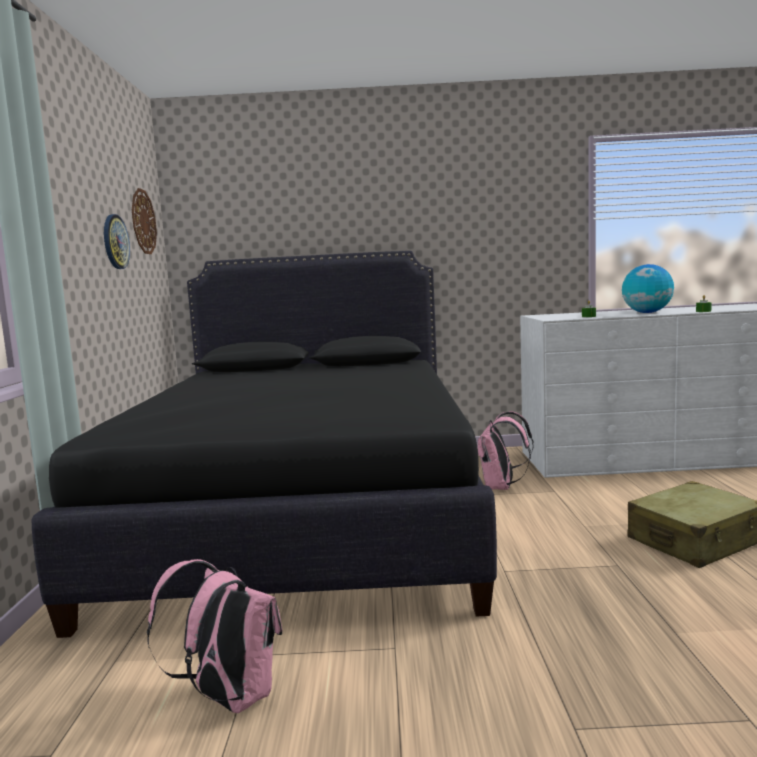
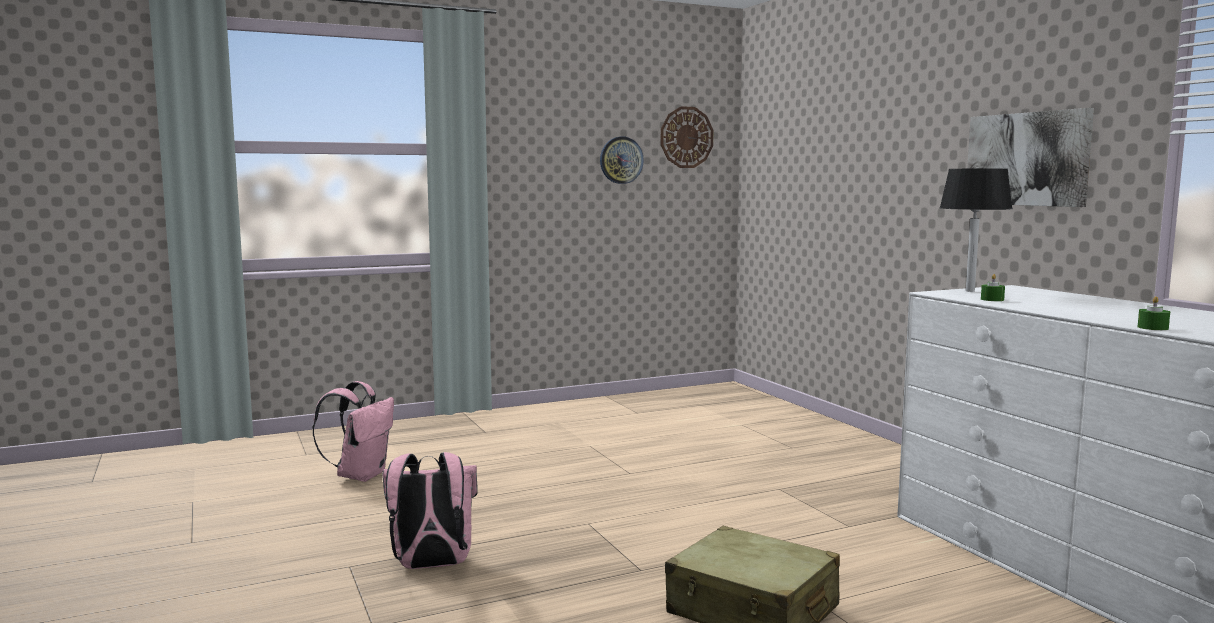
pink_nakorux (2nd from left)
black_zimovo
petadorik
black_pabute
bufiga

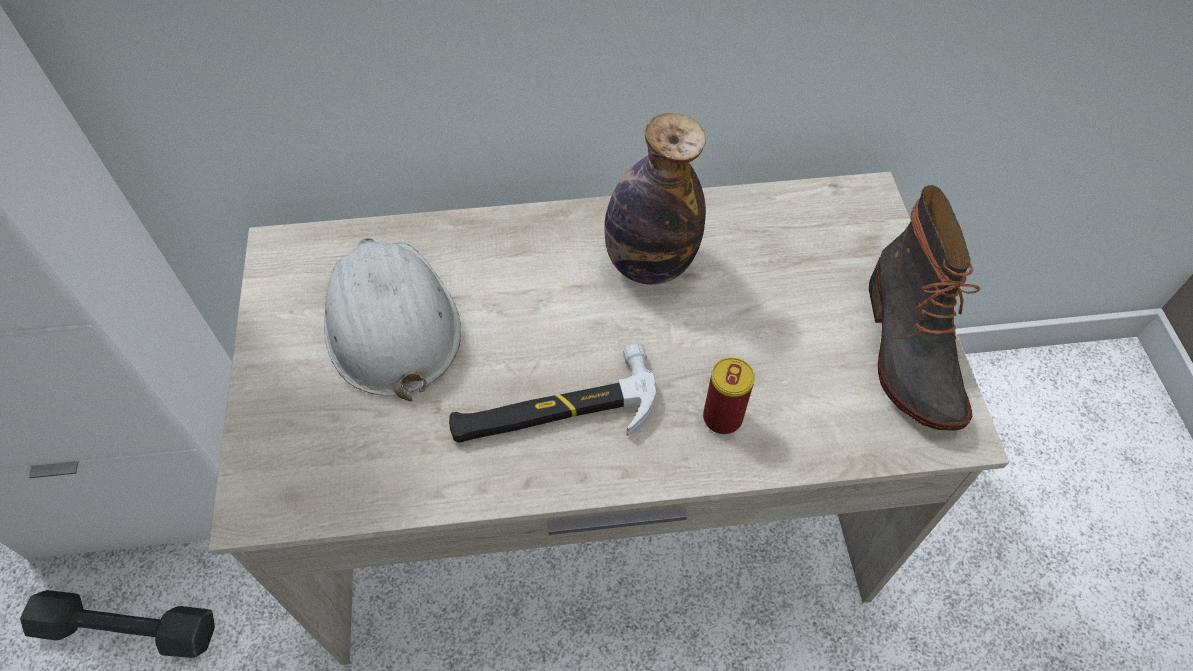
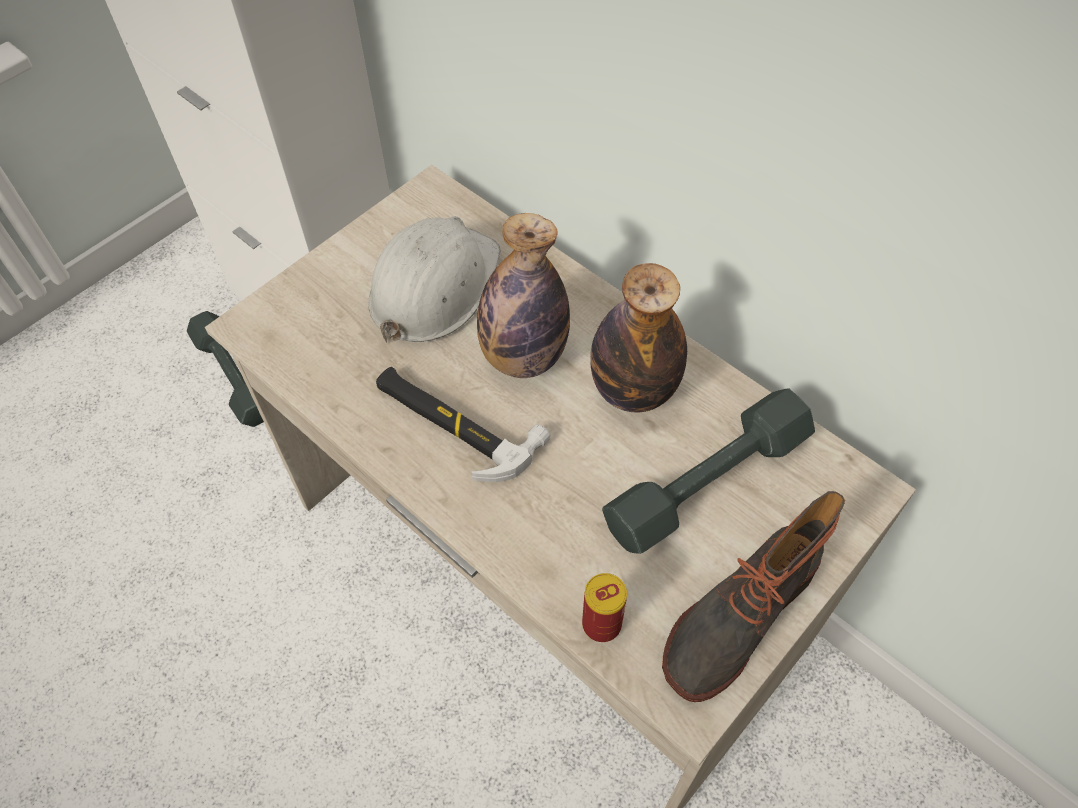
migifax (1st from left)
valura
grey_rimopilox (2nd from left)

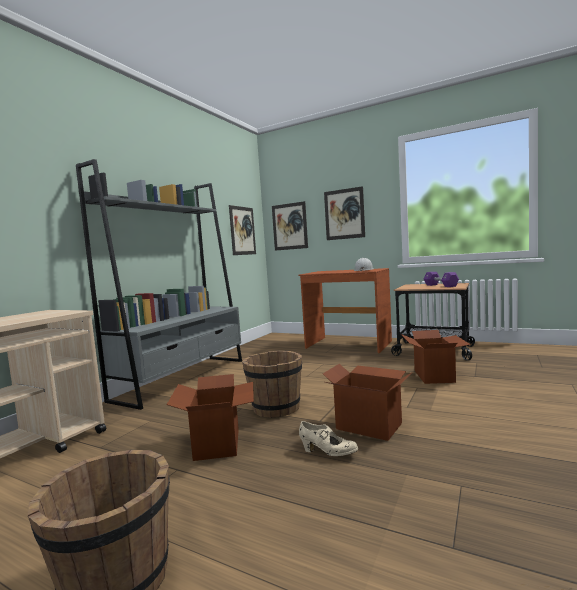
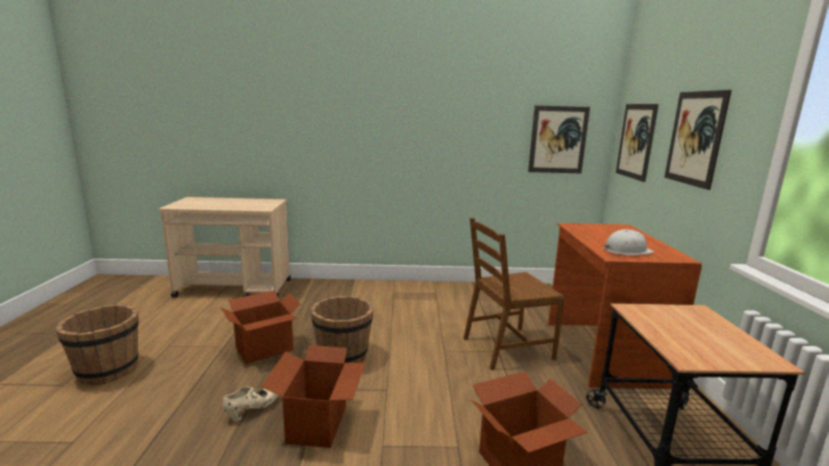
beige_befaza
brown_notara
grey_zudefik
purple_rimopilox

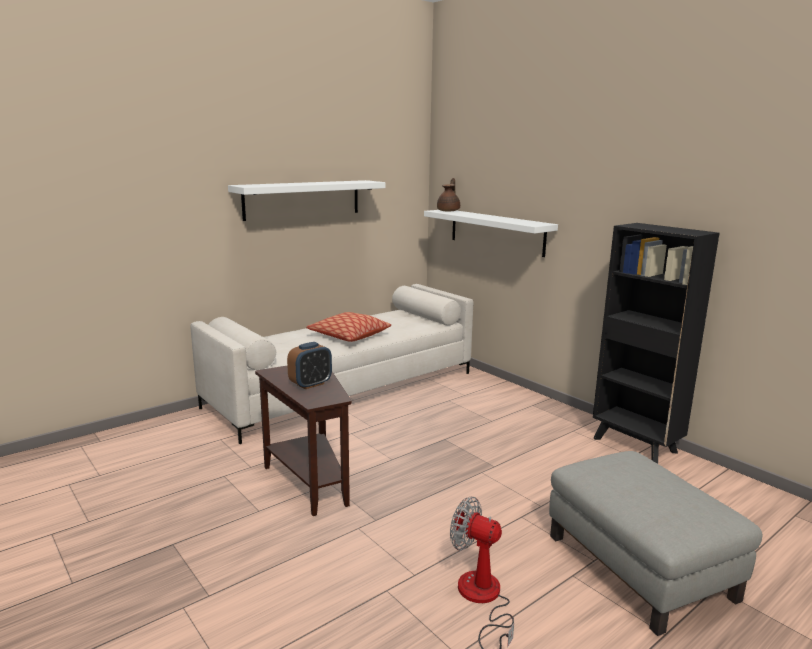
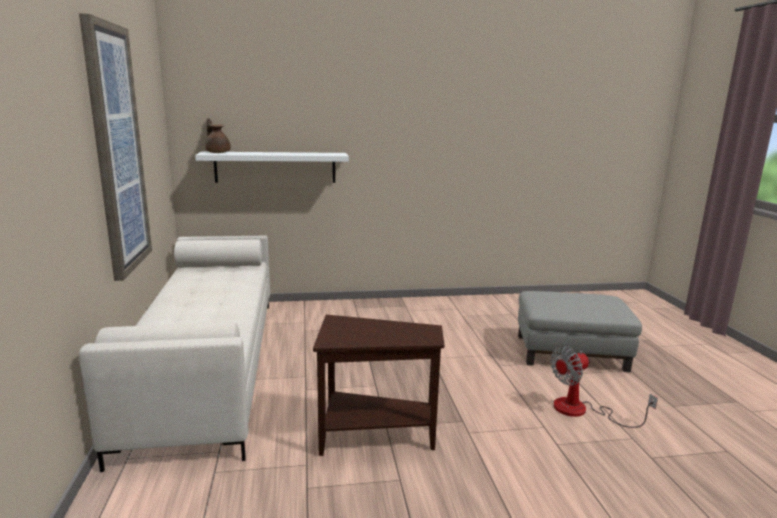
petadorik
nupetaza
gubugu
black_zudefik

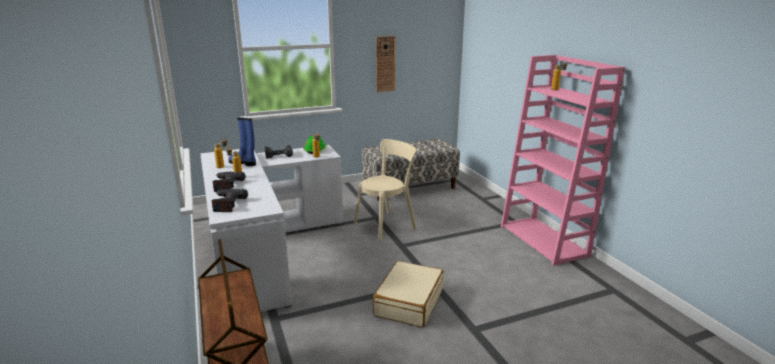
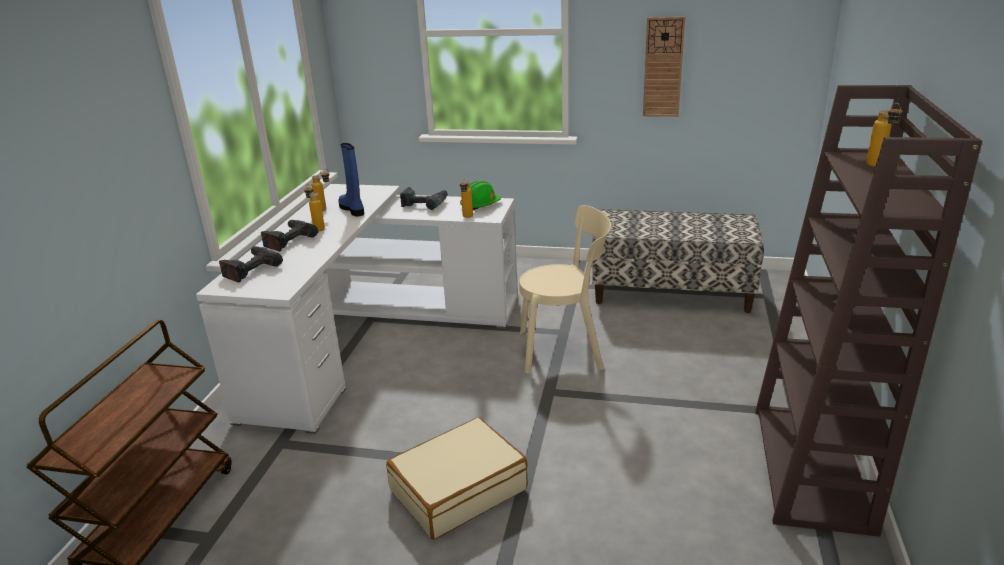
brown_zudefik

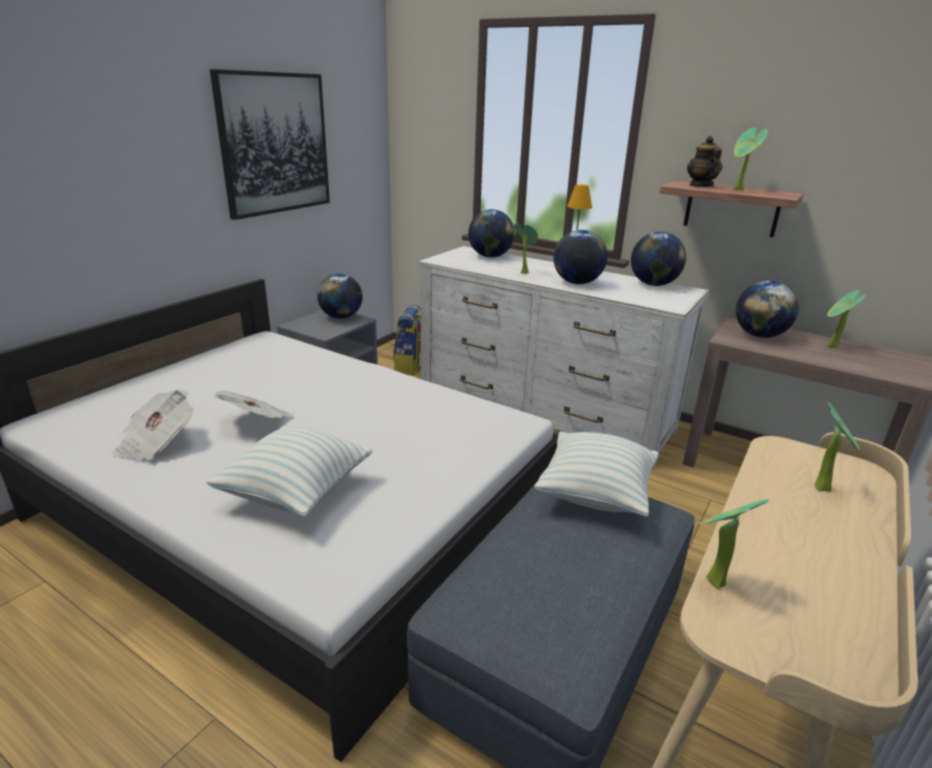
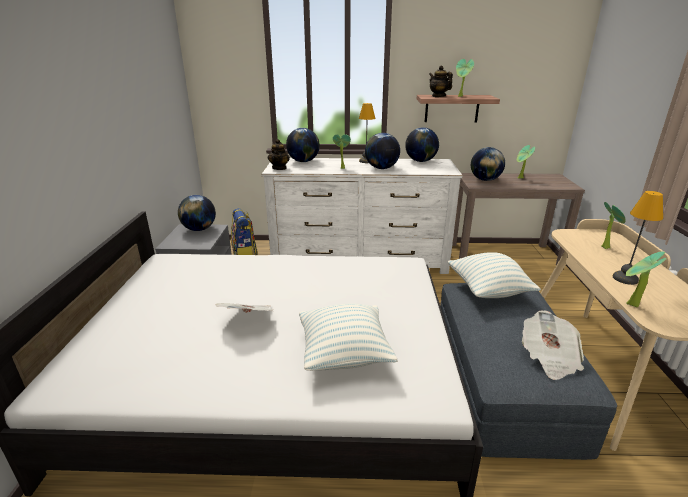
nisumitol (1st from left)
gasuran (2nd from left)
zimovo (2nd from left)
petadorik

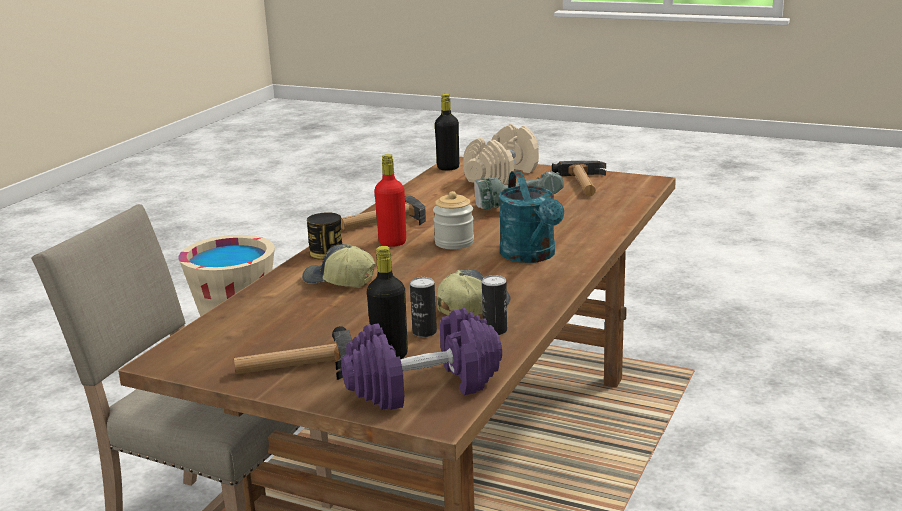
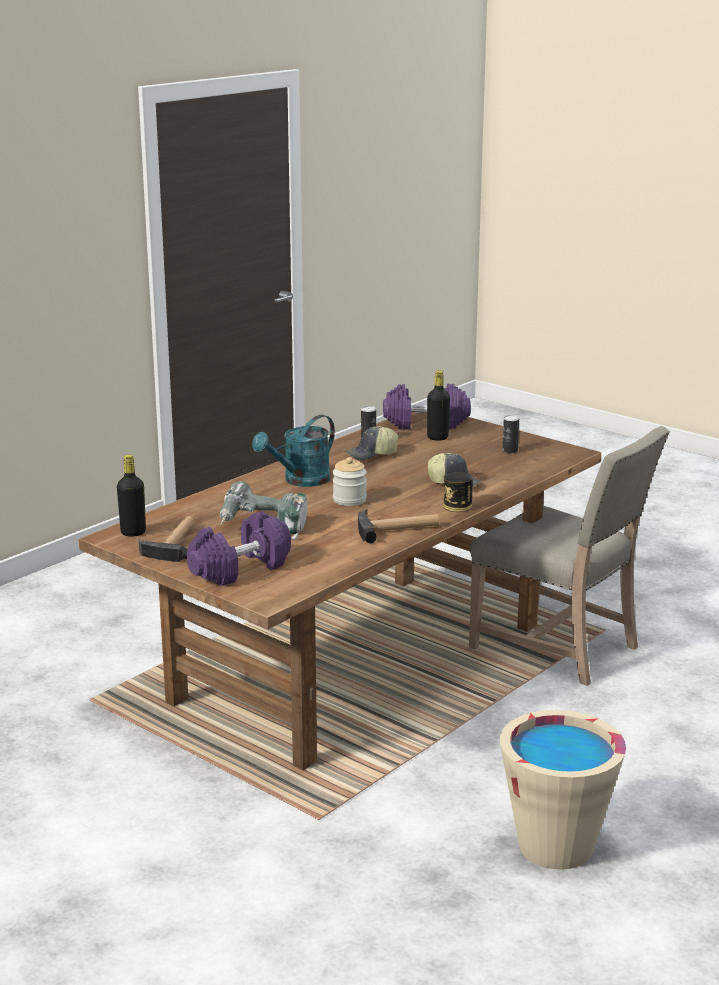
black_migifax (1st from left)
purple_rimopilox (1st from left)
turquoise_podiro
valura (3rd from left)
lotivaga (1st from left in the first image)
red_migifax

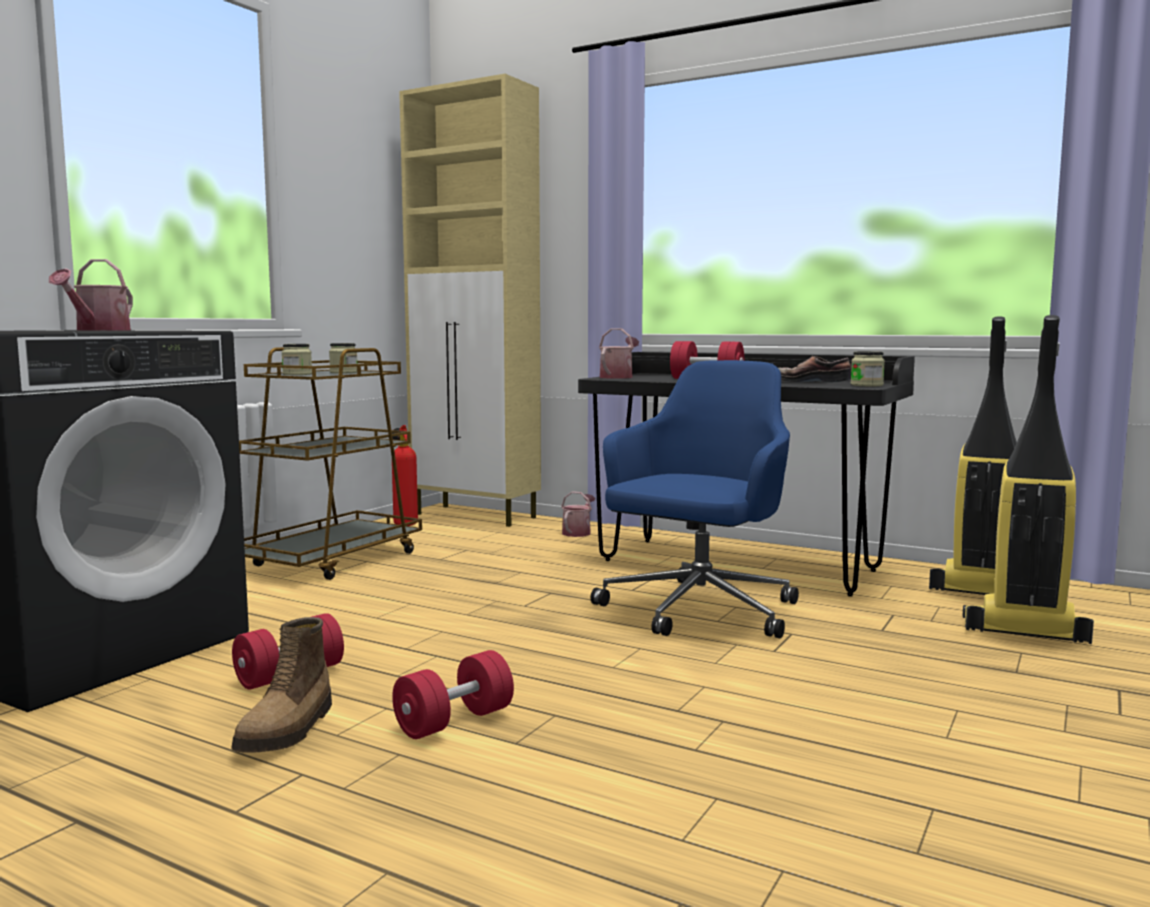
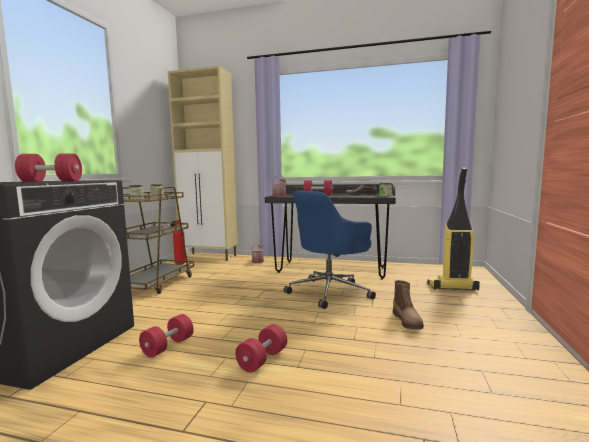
red_rimopilox (1st from left)
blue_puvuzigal
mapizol
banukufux (1st from left in the first image)

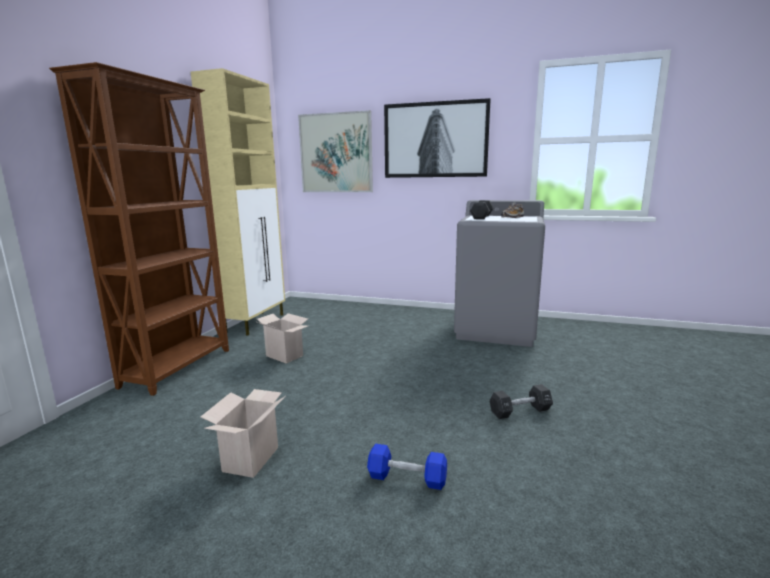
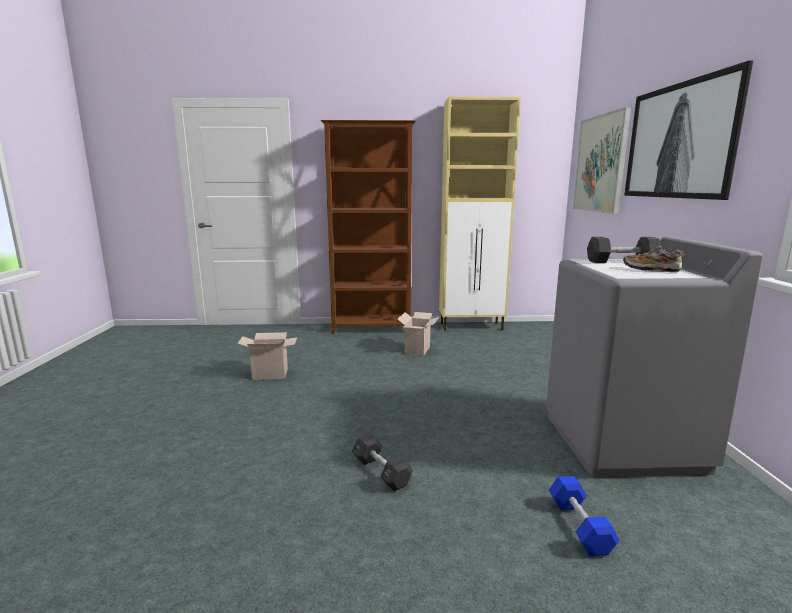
blue_rimopilox

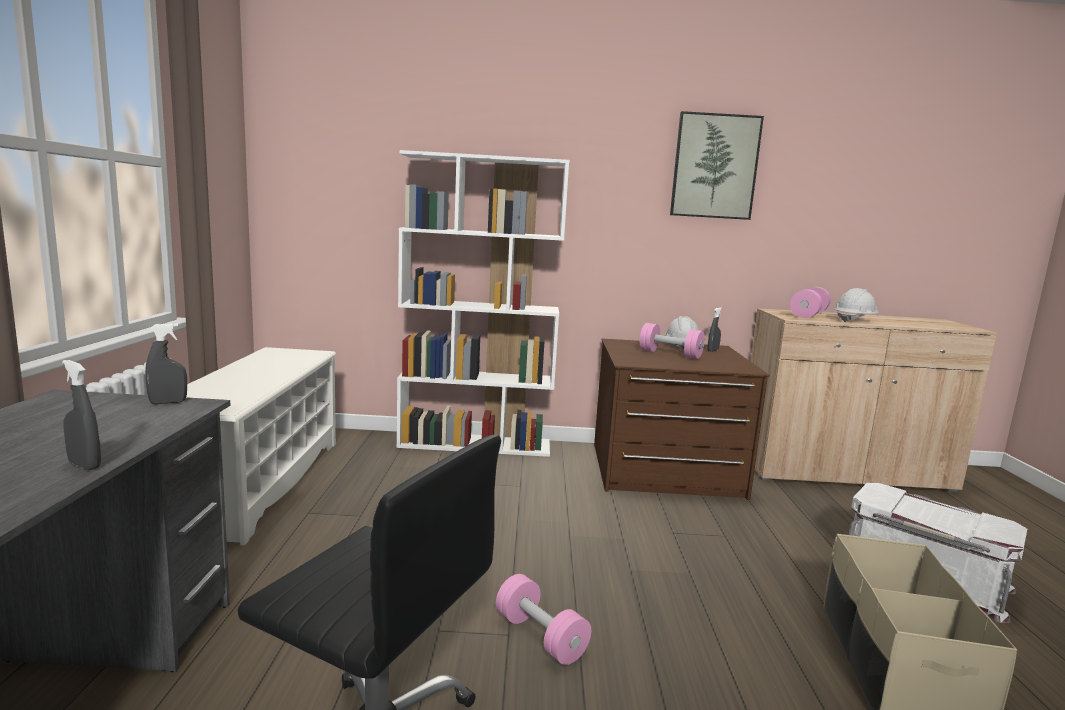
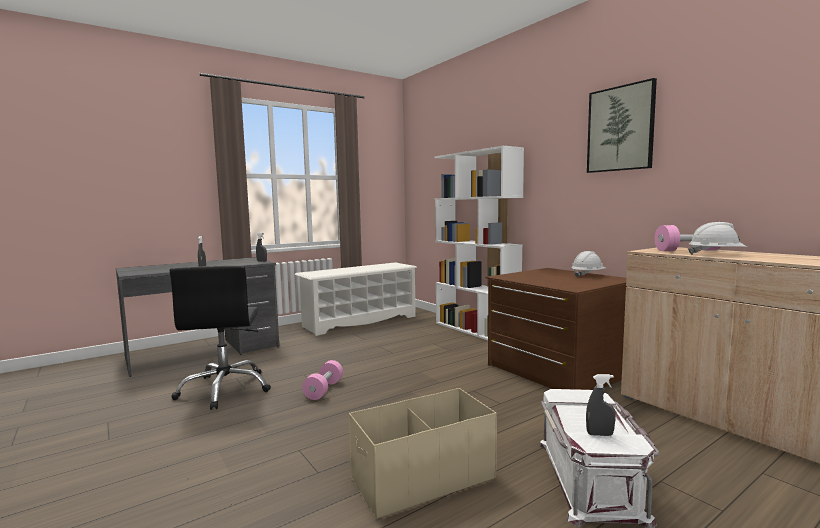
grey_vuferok (3rd from left)
pink_rimopilox (2nd from left in the first image)

